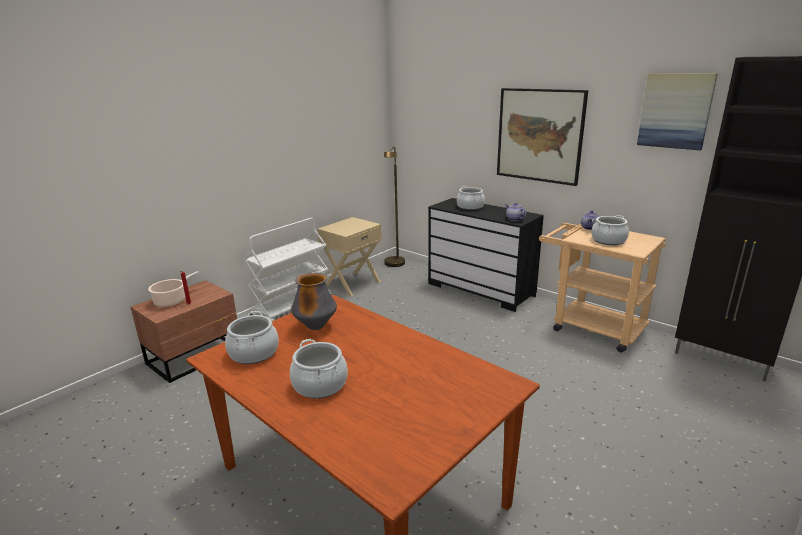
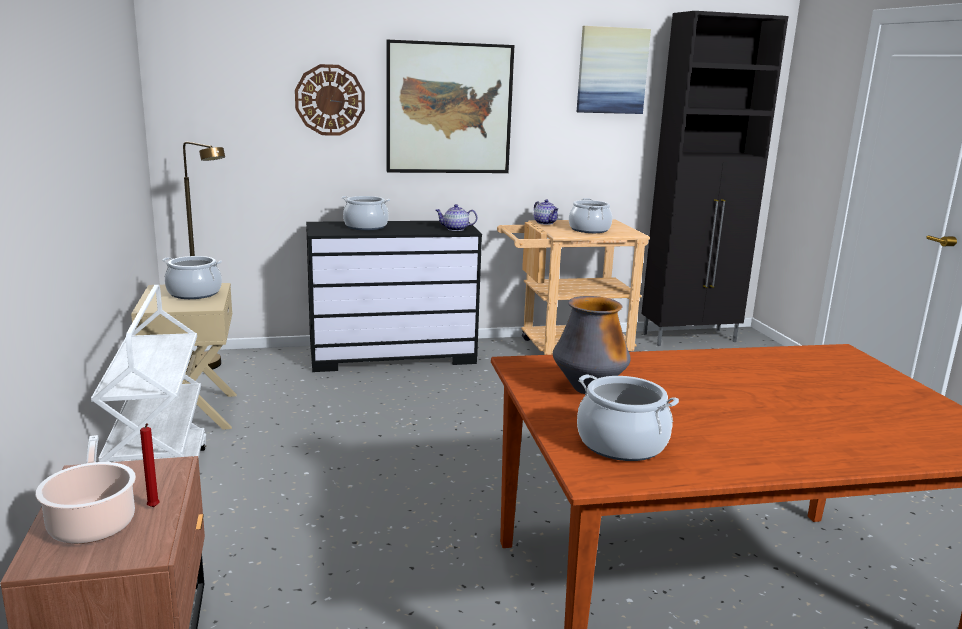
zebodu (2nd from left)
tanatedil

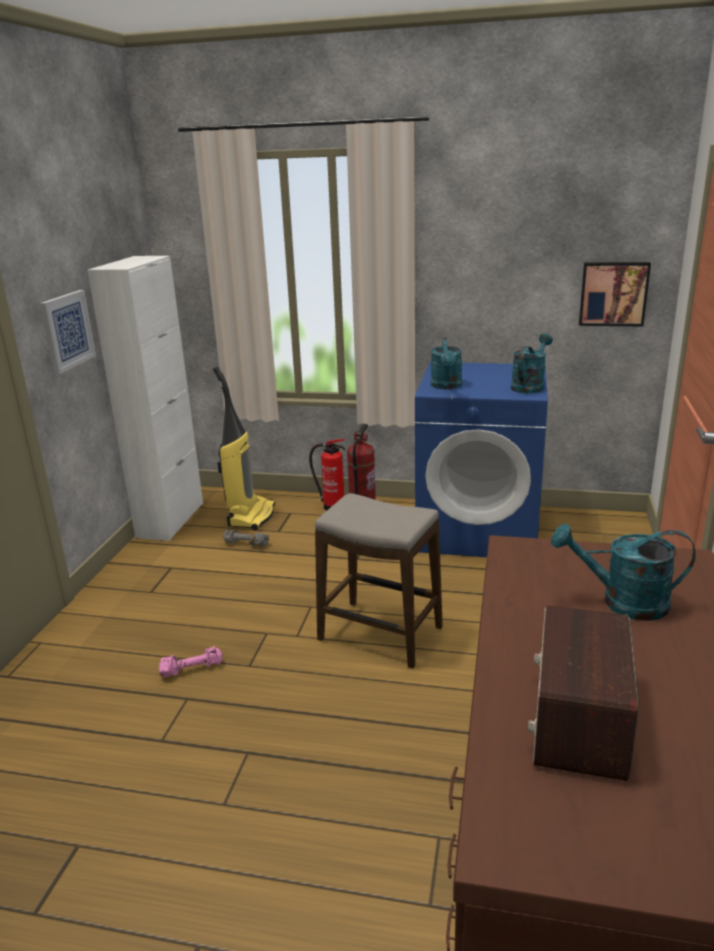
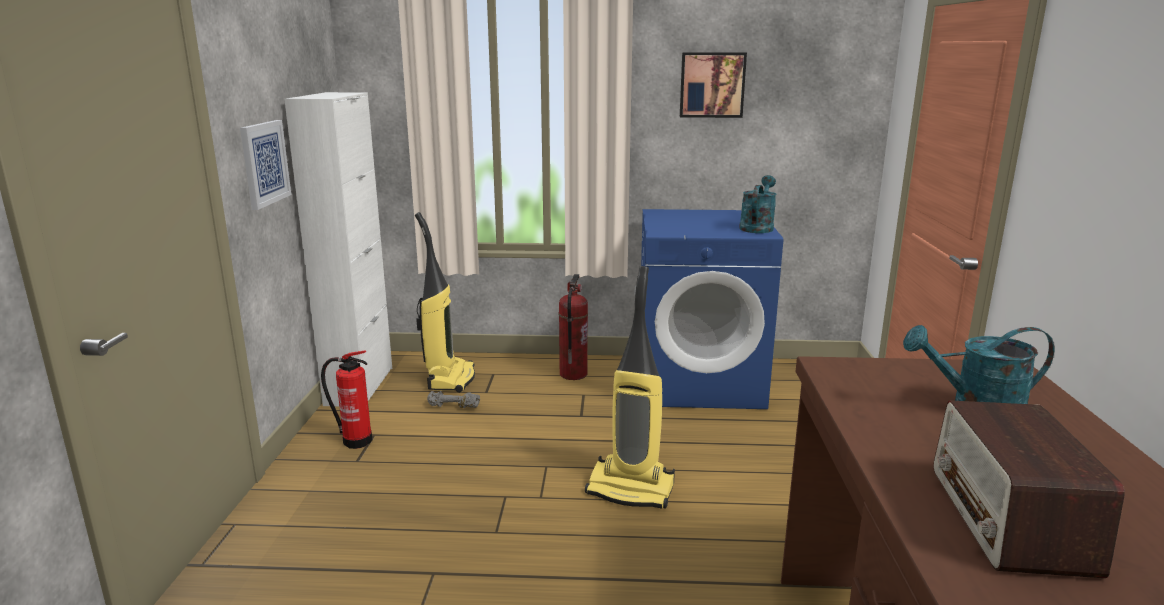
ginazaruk (1st from left)
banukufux (2nd from left)
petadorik (2nd from left)
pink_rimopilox
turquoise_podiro (1st from left in the first image)

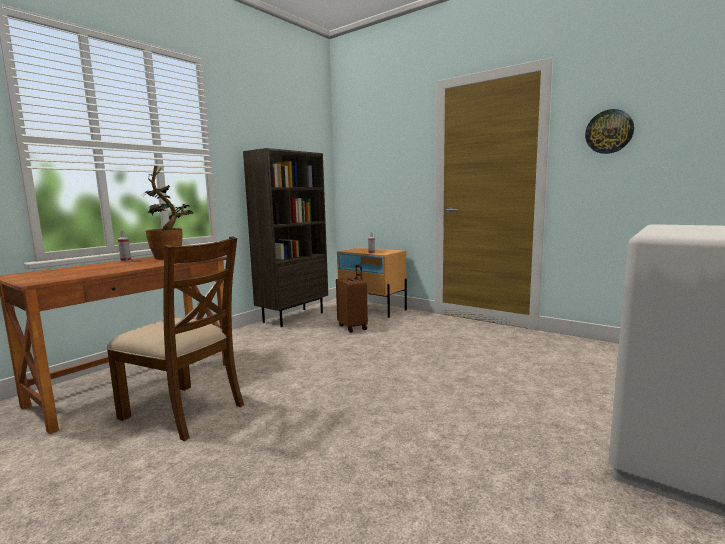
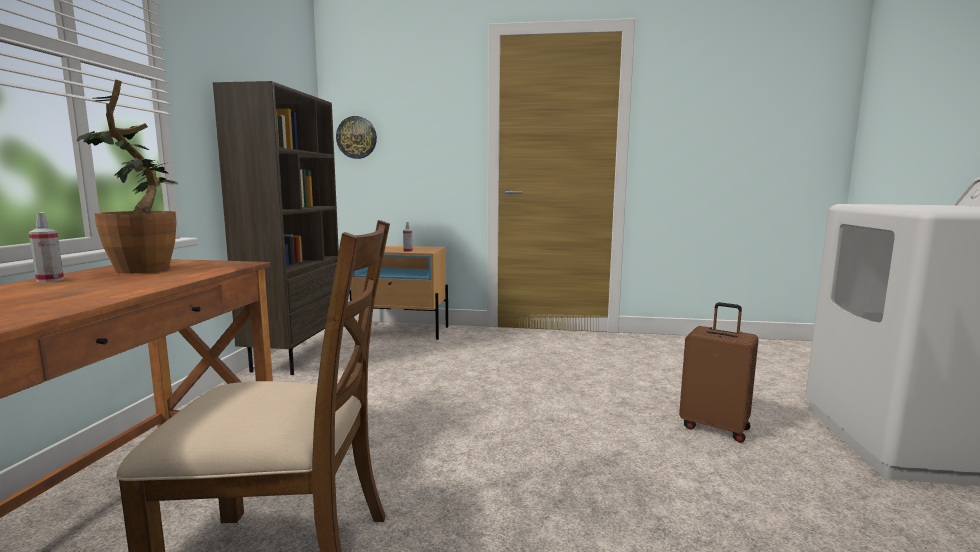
tanatedil
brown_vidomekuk

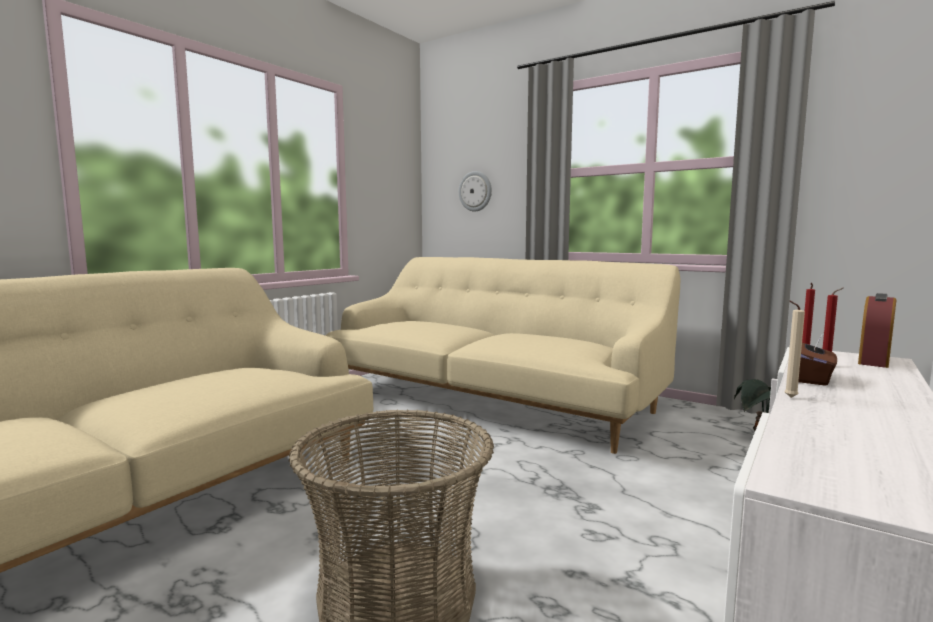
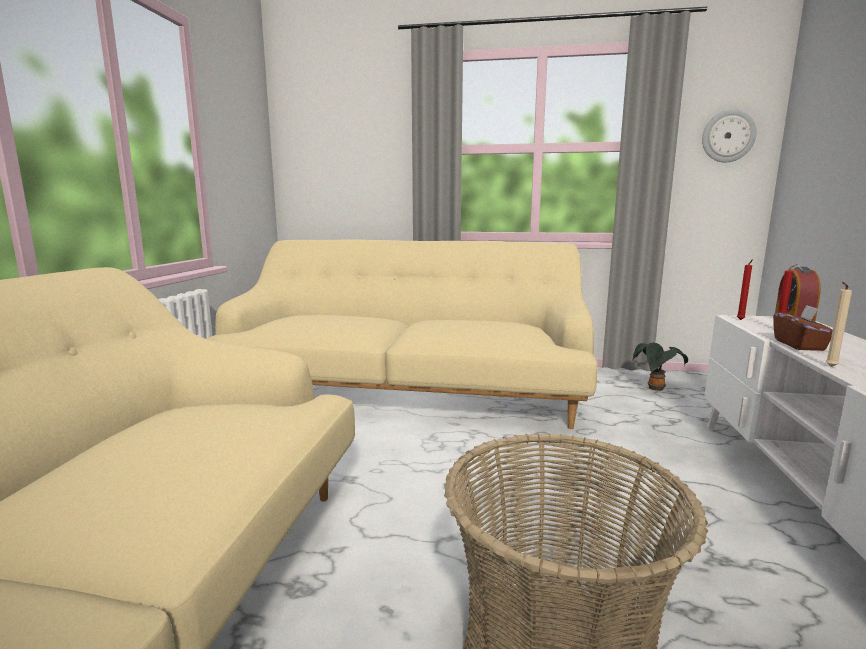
tanatedil

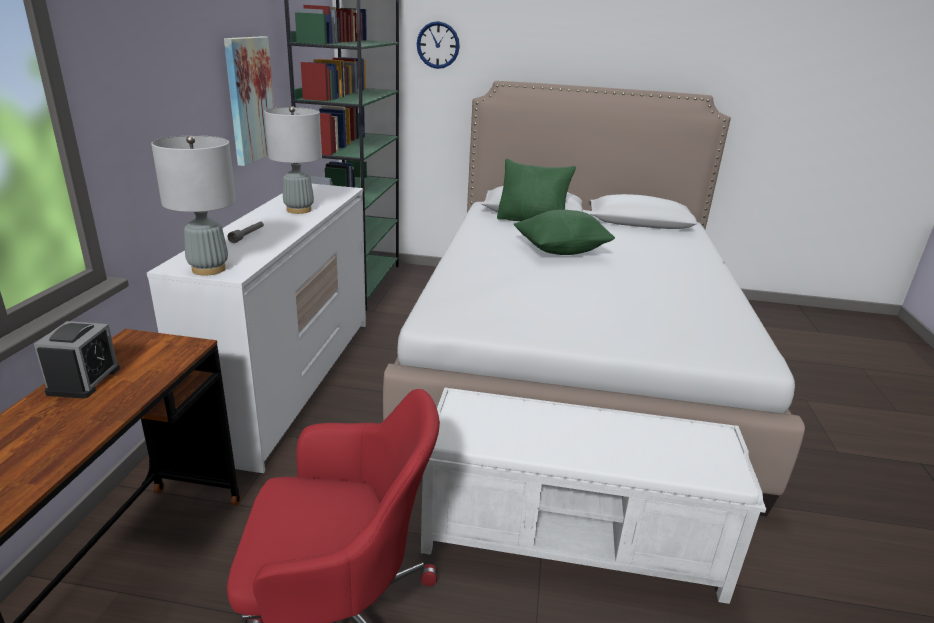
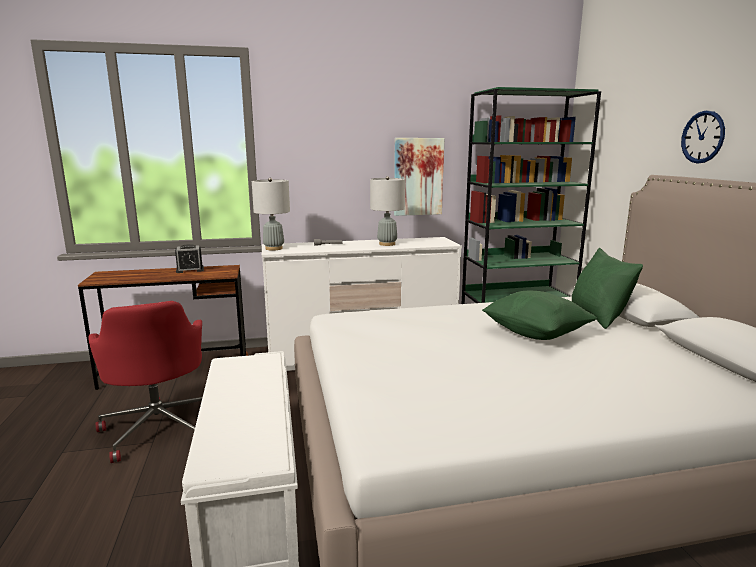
tanatedil

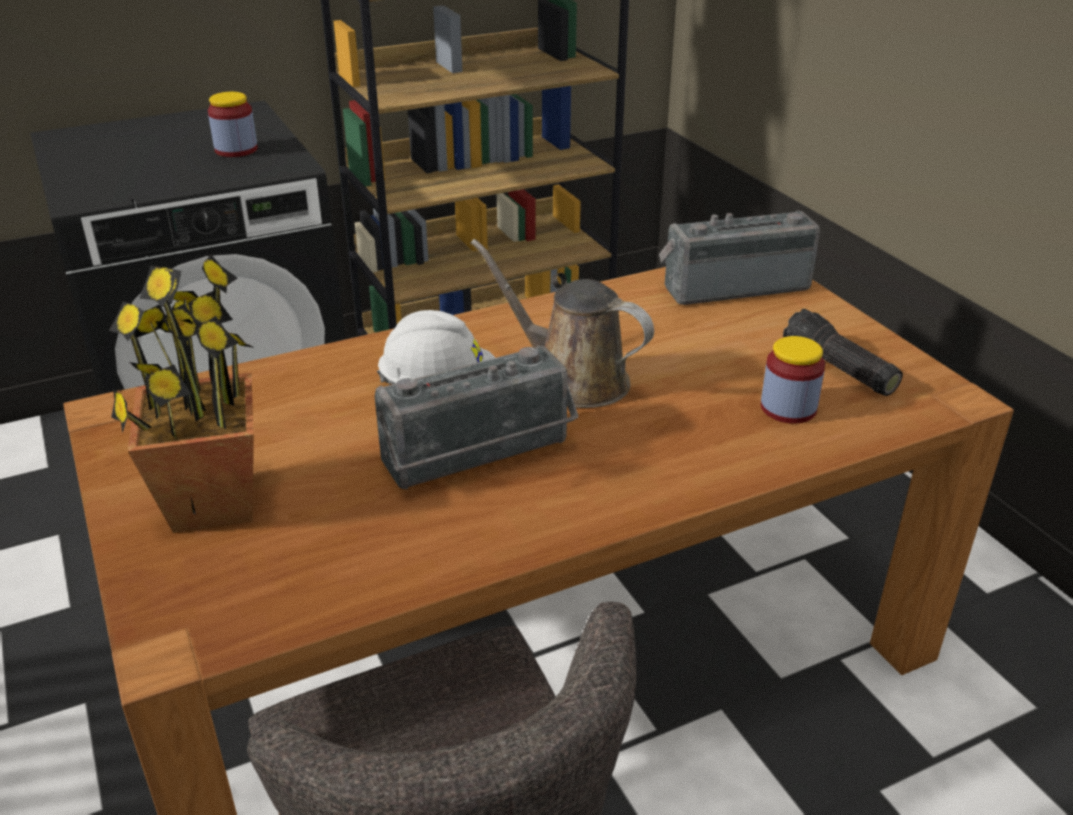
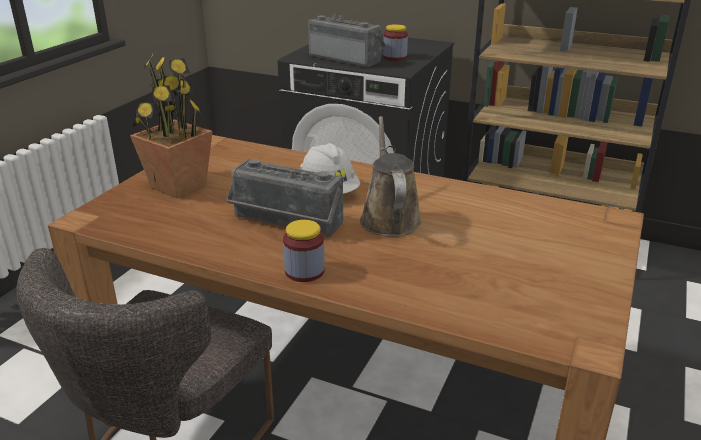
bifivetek (1st from left)
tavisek (2nd from left)
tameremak

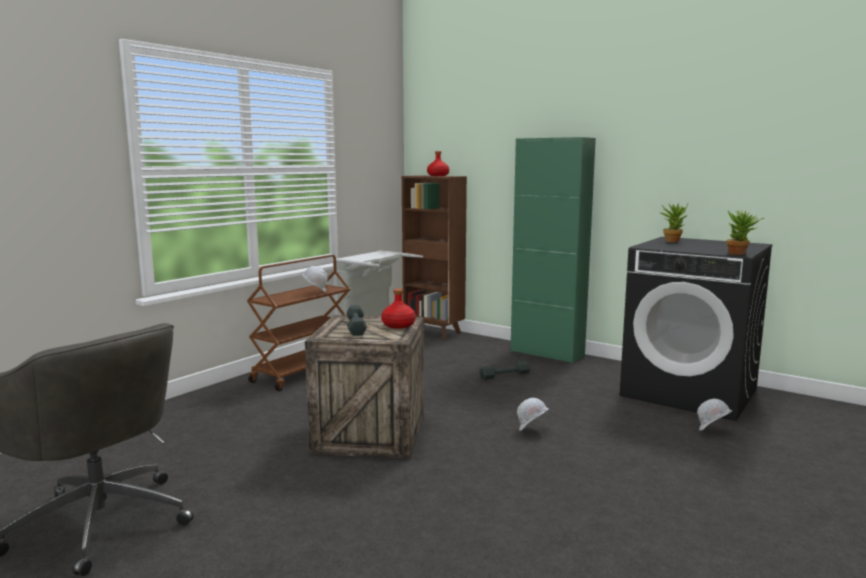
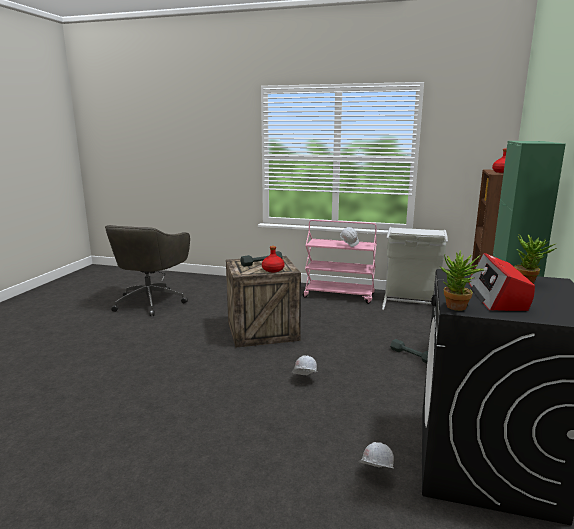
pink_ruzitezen
tavisek

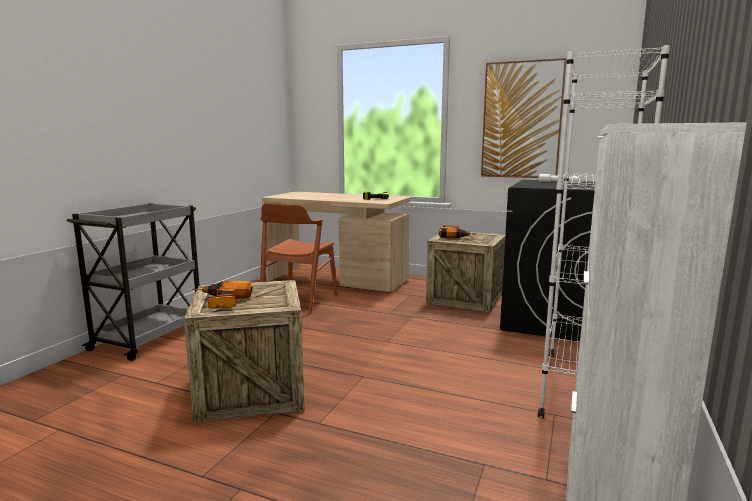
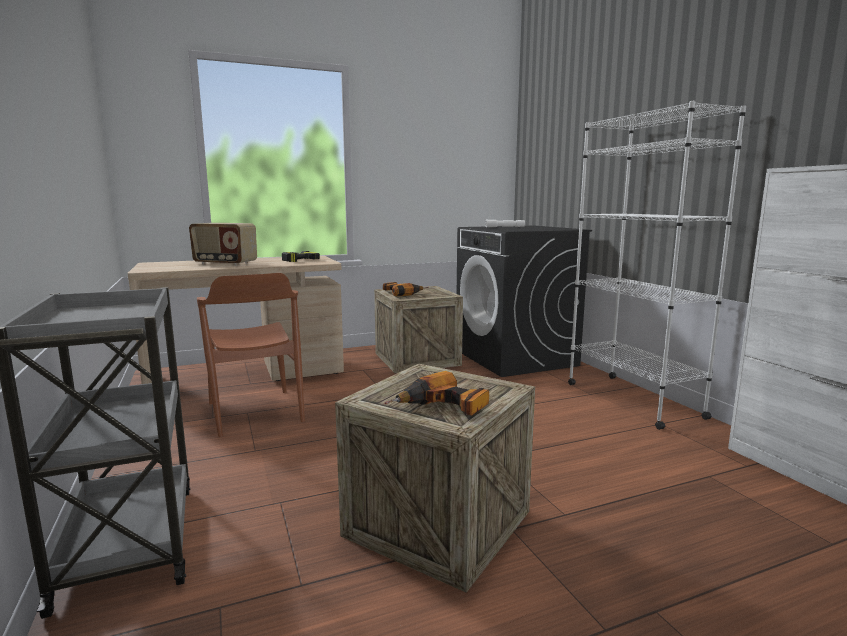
tavisek
petadorik

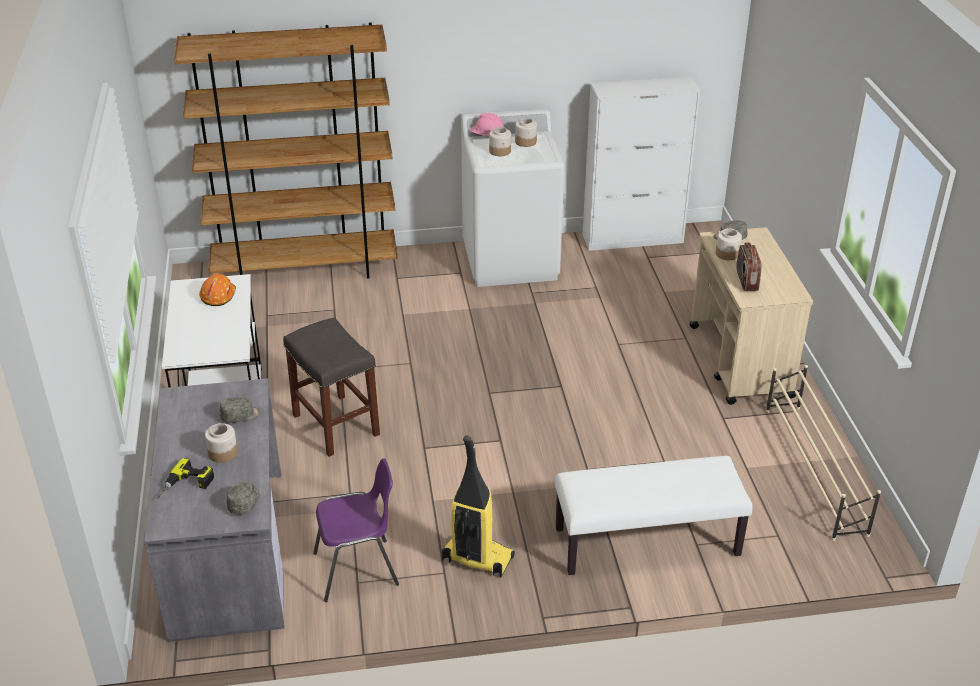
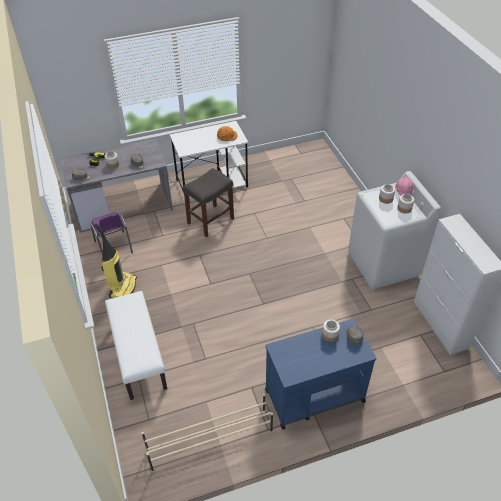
blue_ruzitezen
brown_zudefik
tavisek

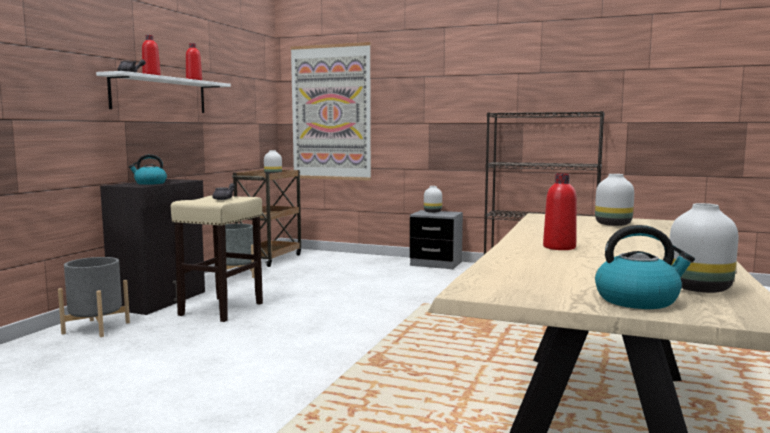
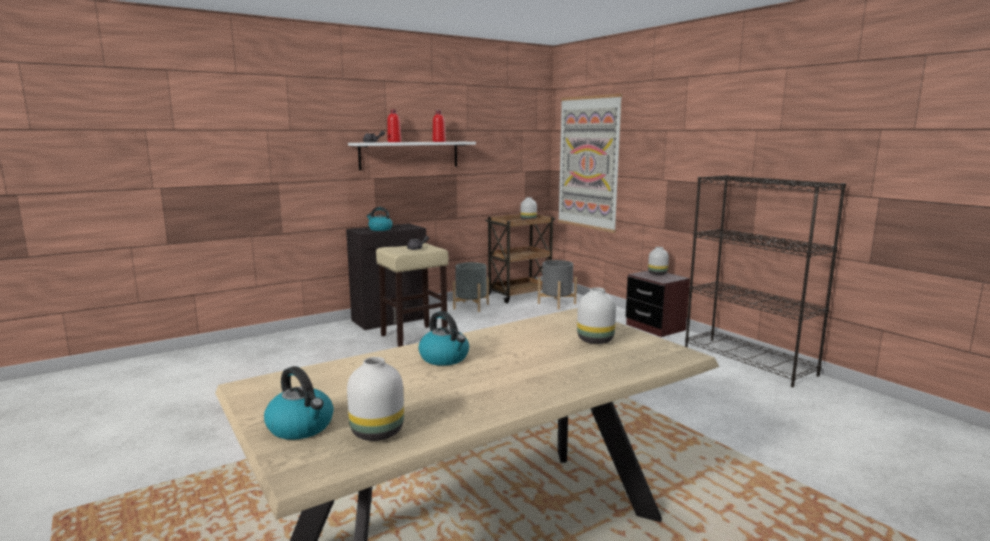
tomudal (3rd from left)
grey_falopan (2nd from left)
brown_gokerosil

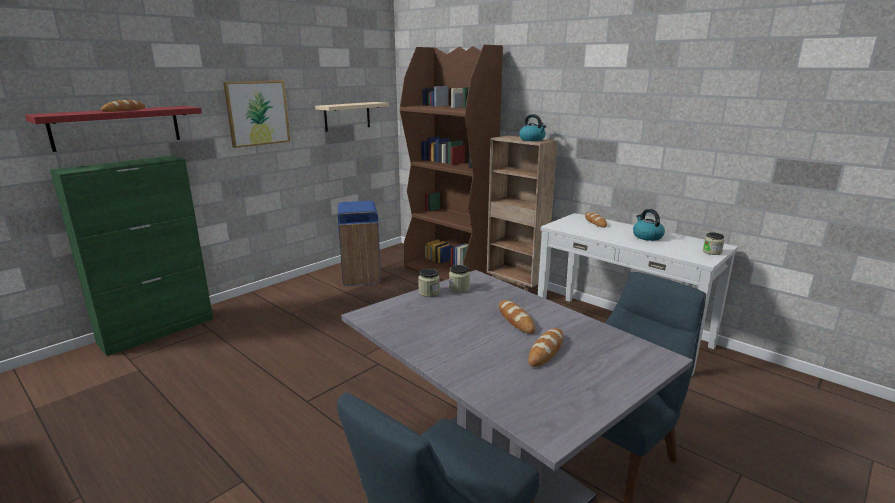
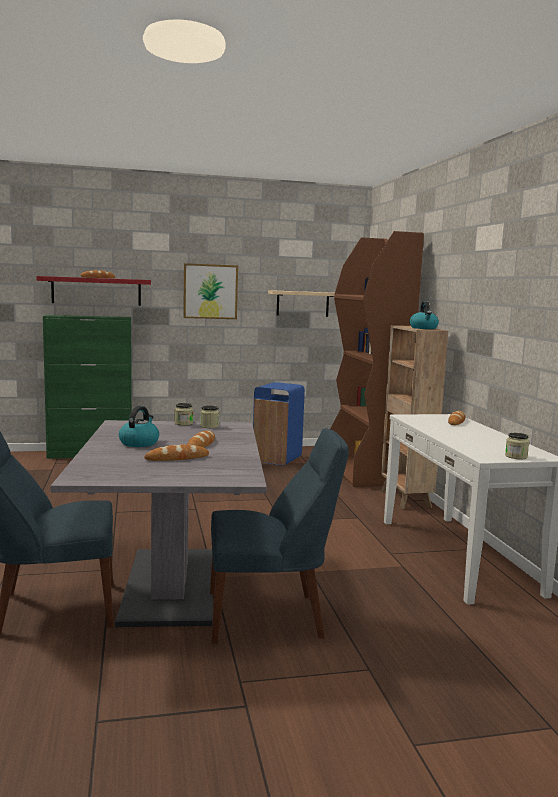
tomudal (1st from left)

